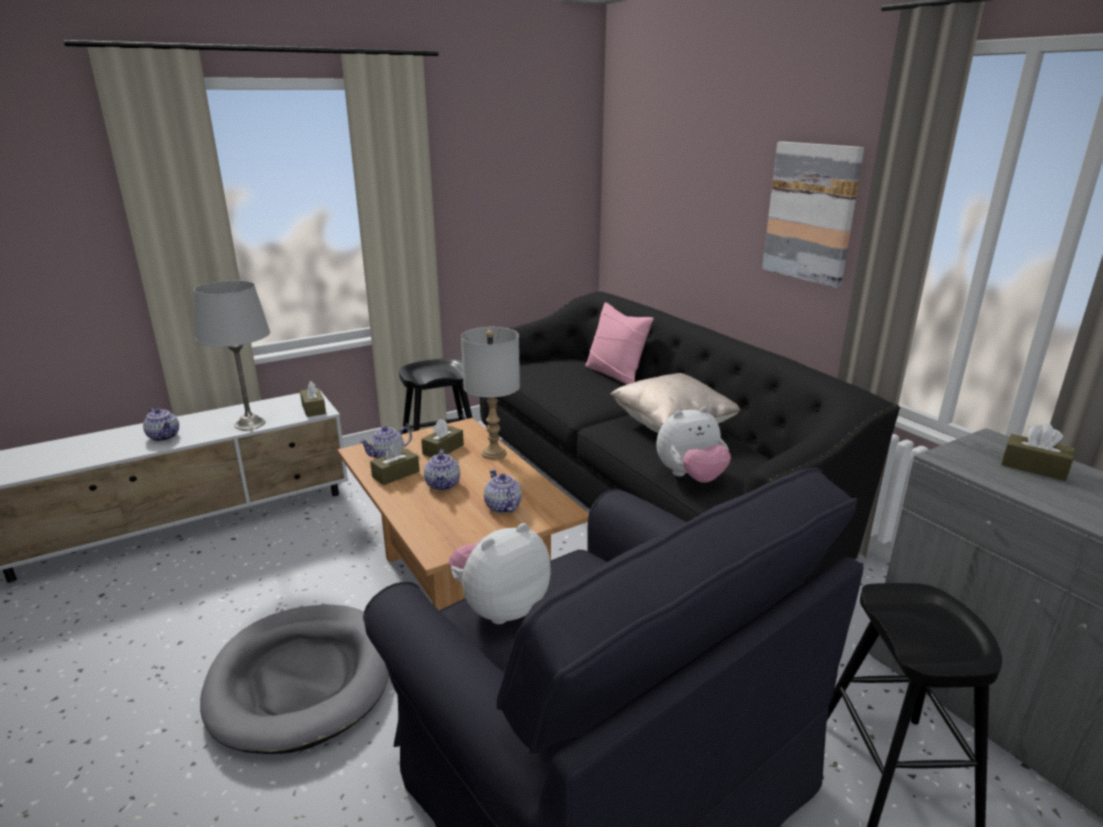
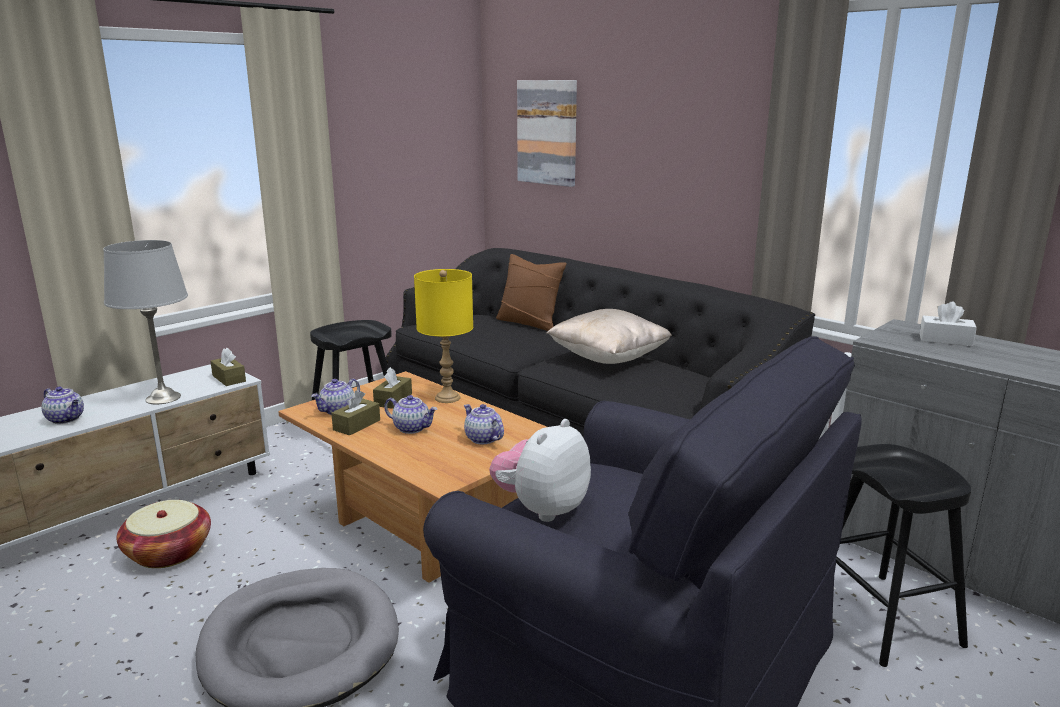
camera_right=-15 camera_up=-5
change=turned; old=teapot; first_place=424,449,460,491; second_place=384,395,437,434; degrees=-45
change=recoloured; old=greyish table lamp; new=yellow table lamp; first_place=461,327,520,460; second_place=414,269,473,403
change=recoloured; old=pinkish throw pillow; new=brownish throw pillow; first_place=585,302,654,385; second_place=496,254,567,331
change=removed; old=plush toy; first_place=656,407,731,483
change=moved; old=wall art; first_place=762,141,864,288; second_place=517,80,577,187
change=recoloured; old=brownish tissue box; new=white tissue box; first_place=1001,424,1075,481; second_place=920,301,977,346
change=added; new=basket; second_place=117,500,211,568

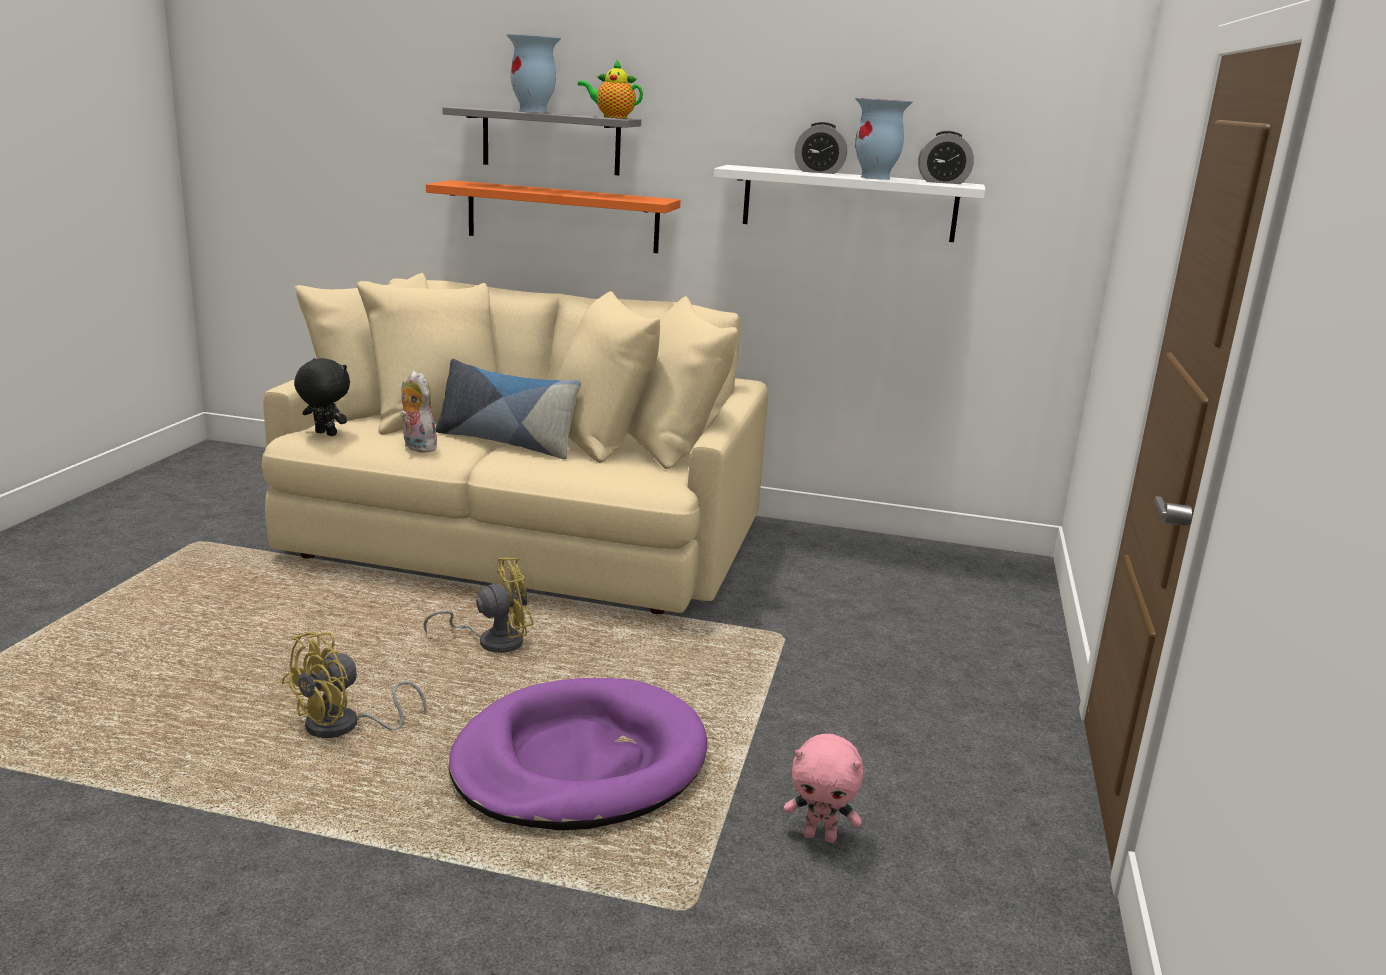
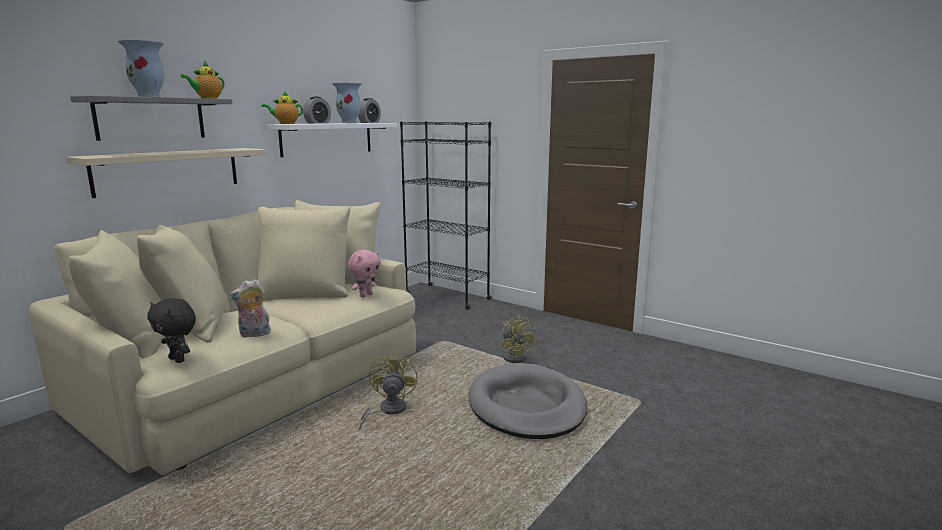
camera_right=-65 camera_up=-5
change=moved; old=yellow cooling fan; first_place=281,632,427,738; second_place=499,315,535,363
change=turned; old=black plush toy; first_place=294,358,350,436; second_place=147,298,196,363; degrees=-105
change=recoloured; old=orangey shelf; new=sand-coloured shelf; first_place=426,180,681,253; second_place=66,148,266,198
change=removed; old=throw pillow; first_place=435,359,581,459
change=recoloured; old=purple dog bed; new=greyish dog bed; first_place=449,678,707,830; second_place=468,363,587,439
change=moved; old=pinkish plush toy; first_place=784,734,864,843; second_place=348,250,381,297
change=added; new=teapot; second_place=262,91,303,124
change=added; new=black shelving unit; second_place=400,121,492,310

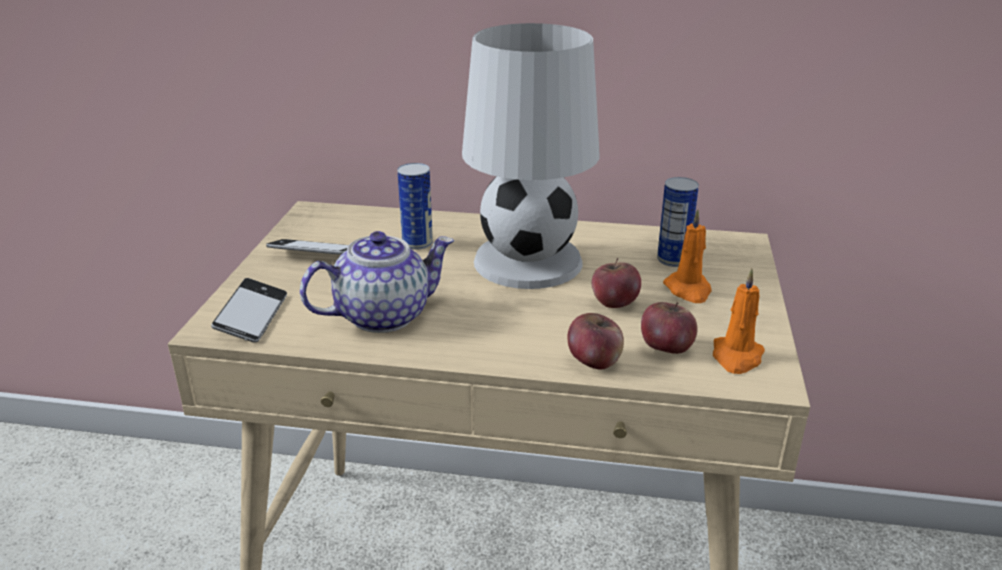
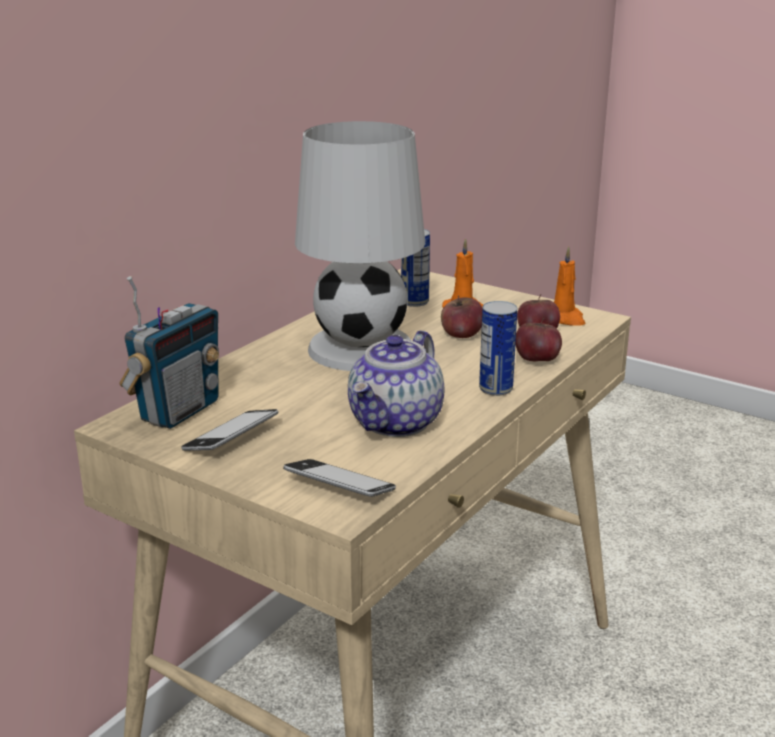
camera_right=-65 camera_up=-5
change=turned; old=teapot; first_place=300,231,454,333; second_place=348,330,444,437; degrees=-150
change=moved; old=metal can; first_place=397,163,433,250; second_place=479,301,518,396
change=added; new=radio receiver; second_place=119,276,219,429

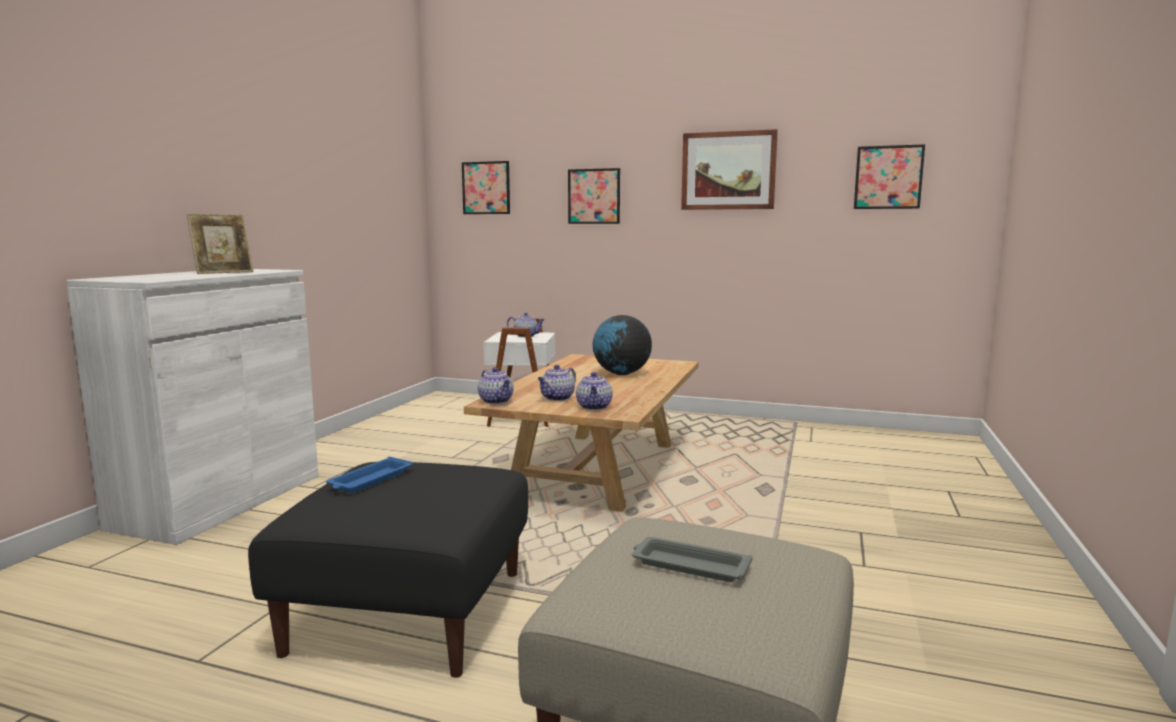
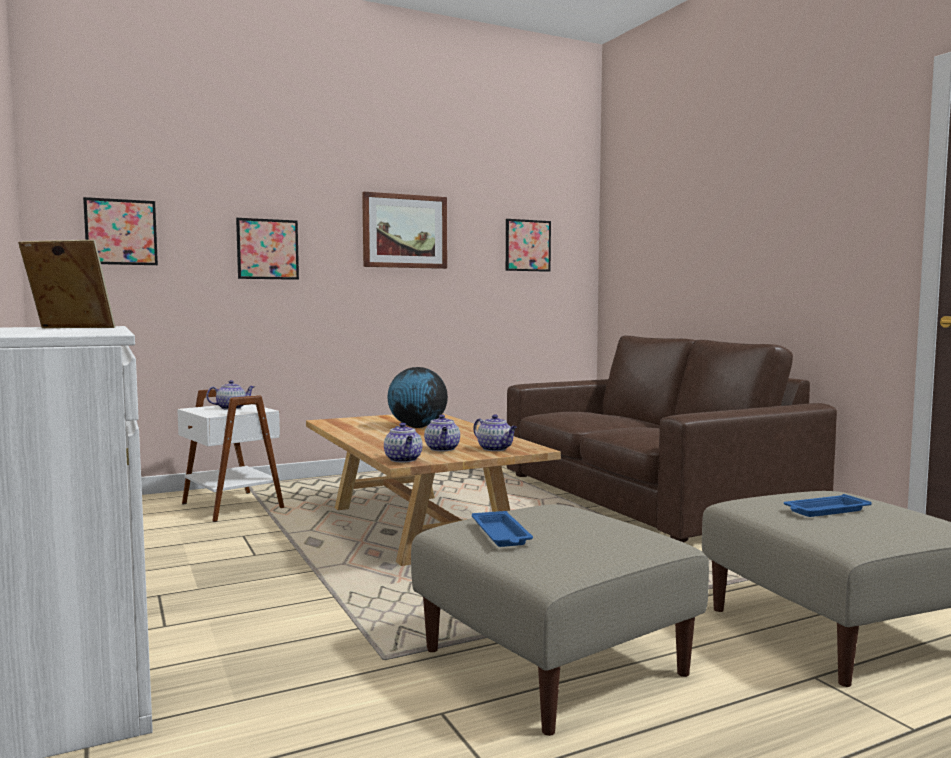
camera_right=-45 camera_up=-5
change=turned; old=photo frame; first_place=187,213,253,274; second_place=18,240,115,328; degrees=-90
change=recoloured; old=black pouffe; new=sand-coloured pouffe; first_place=248,462,528,678; second_place=411,504,709,736
change=turned; old=teapot; first_place=478,367,514,404; second_place=384,423,423,462; degrees=60
change=recoloured; old=greyish tray; new=bluish tray; first_place=632,537,753,582; second_place=784,494,872,517
change=added; new=brownish settee; second_place=507,336,837,542

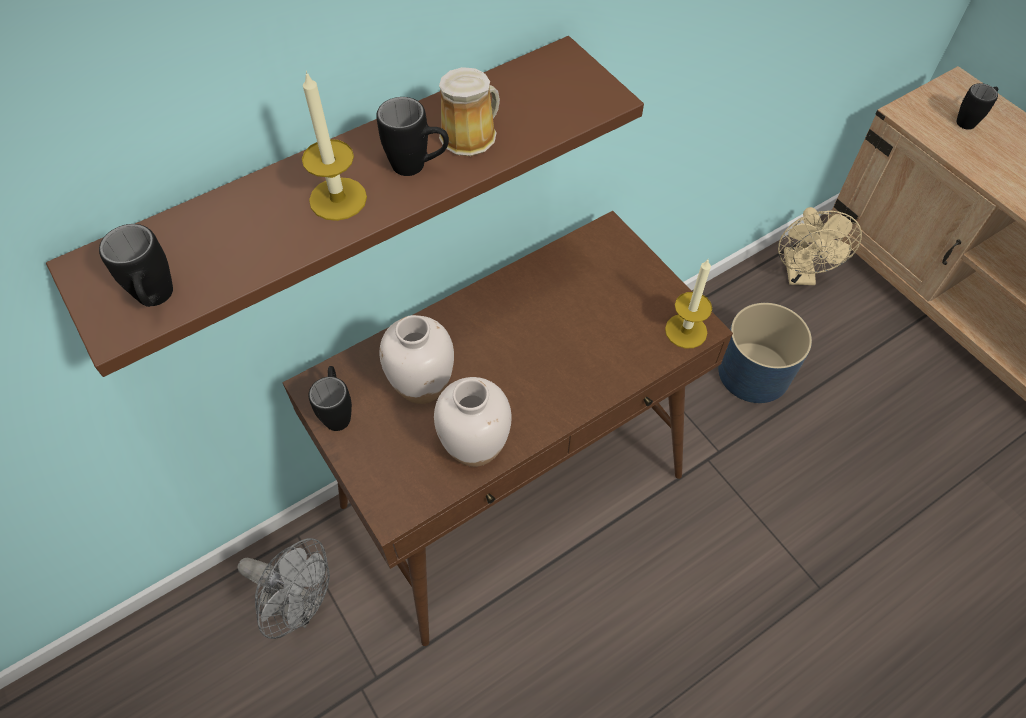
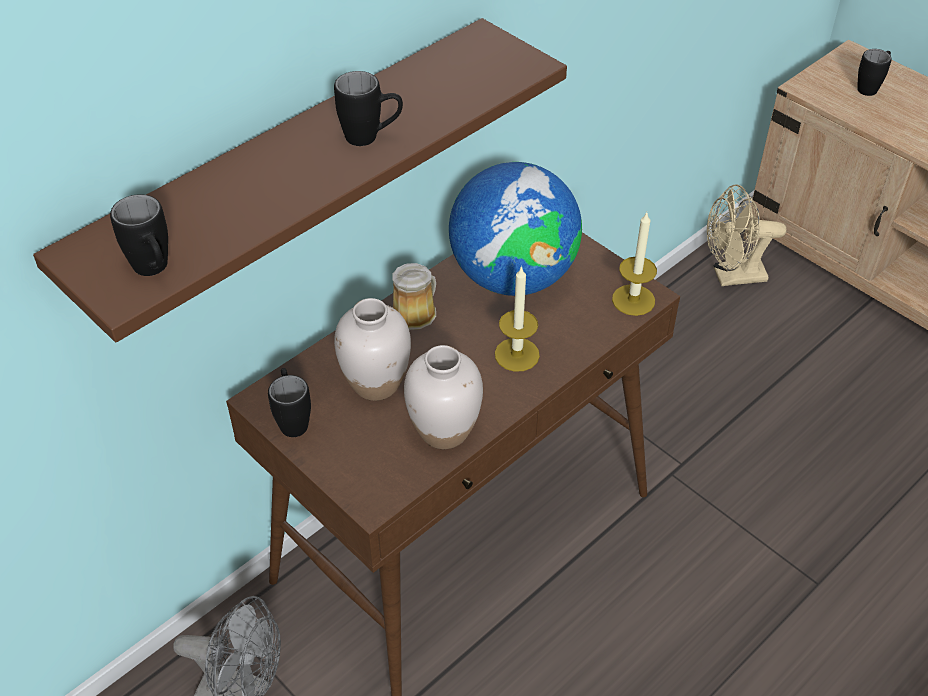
camera_right=-10 camera_up=-10
change=moved; old=candle; first_place=302,71,367,221; second_place=495,266,540,372
change=moved; old=tea mug; first_place=439,67,500,156; second_place=393,263,436,330
change=removed; old=bluish planter; first_place=718,303,812,403
change=turned; old=sand-coloured cooling fan; first_place=778,207,862,285; second_place=707,184,786,286; degrees=90
change=added; new=globe; second_place=449,162,582,296

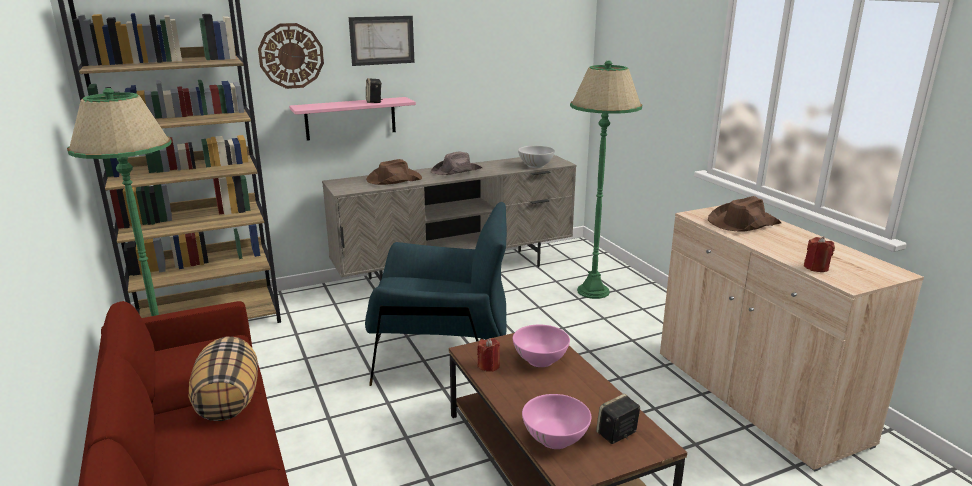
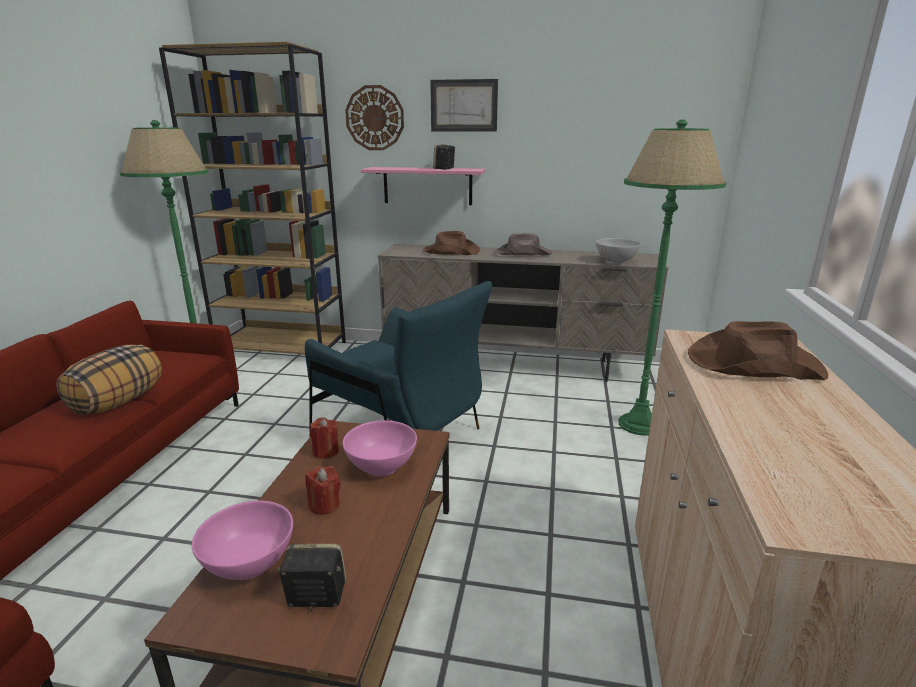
camera_right=35 camera_up=0
change=moved; old=reddish candle; first_place=804,237,835,272; second_place=305,466,341,515

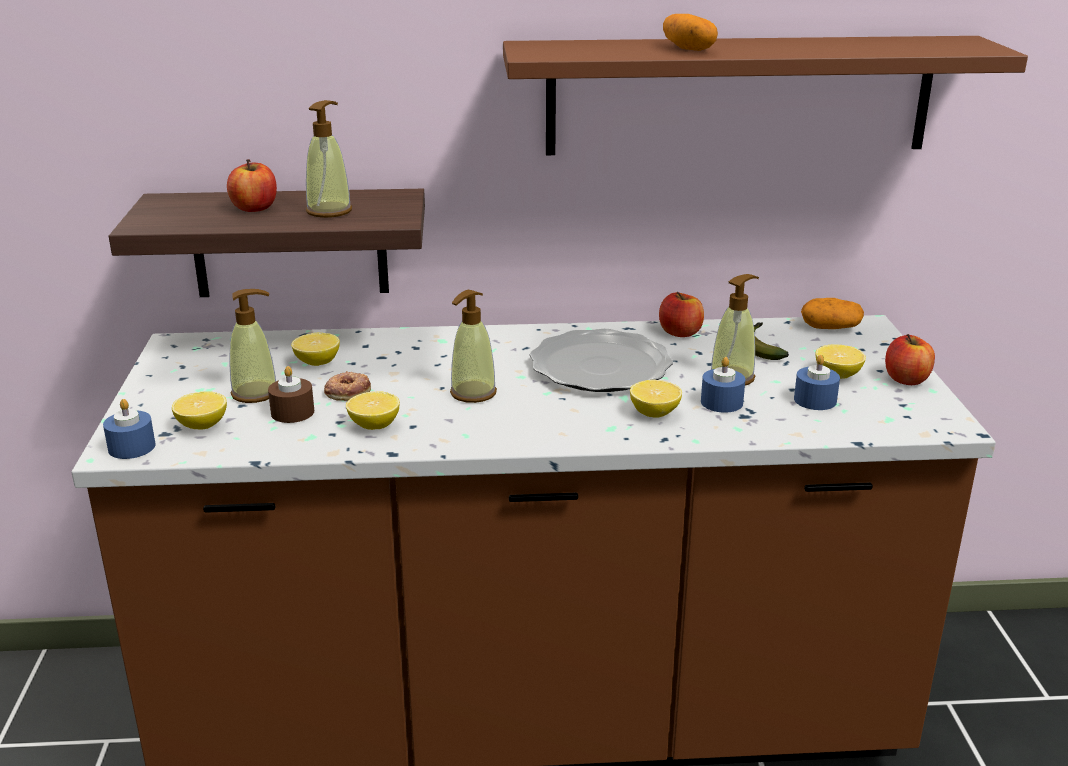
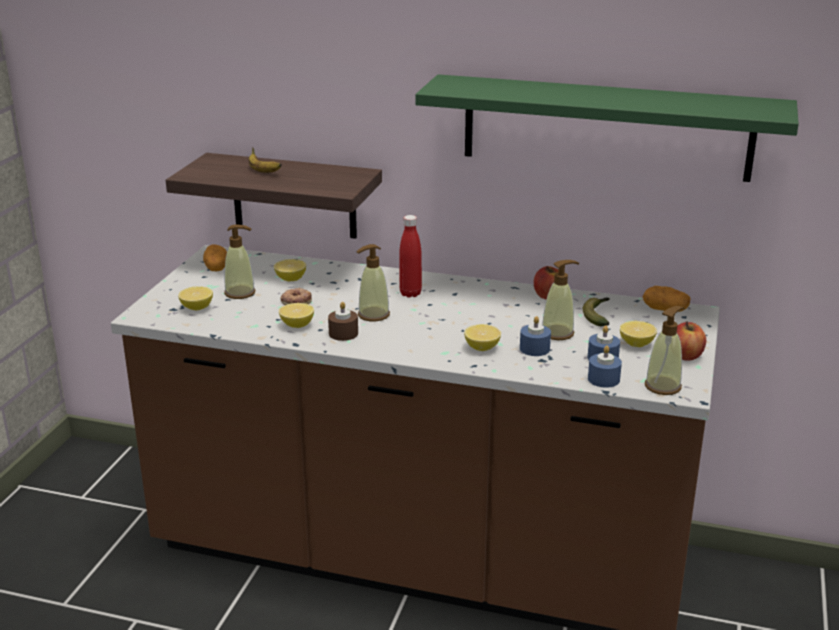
camera_right=20 camera_up=0
change=moved; old=bluish candle; first_place=103,399,156,459; second_place=588,346,622,388
change=replaced; old=whole apple; new=banana; first_place=227,159,277,212; second_place=248,147,282,173
change=moved; old=brownish candle; first_place=268,366,314,423; second_place=328,302,358,341
change=moved; old=soap bottle; first_place=306,100,352,218; second_place=645,306,685,395
change=recoloured; old=brownish shelf; new=greenish shelf; first_place=503,36,1028,155; second_place=415,74,799,182
change=removed; old=flat dish; first_place=530,329,673,392
change=moved; old=potato; first_place=663,14,718,51; second_place=203,245,227,271
change=added; new=reddish drink bottle; second_place=399,215,422,297

